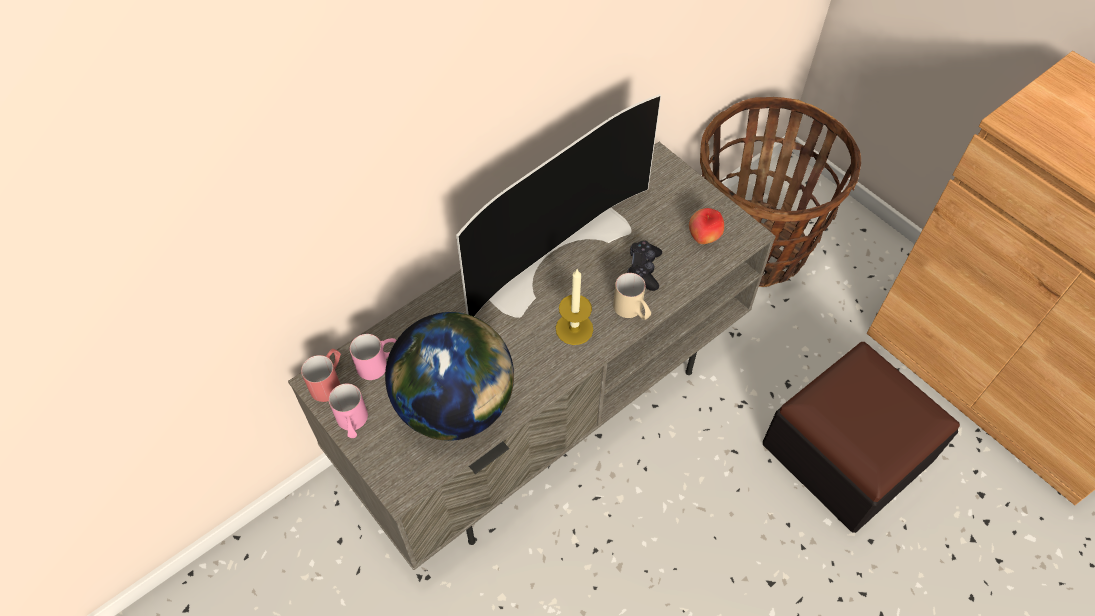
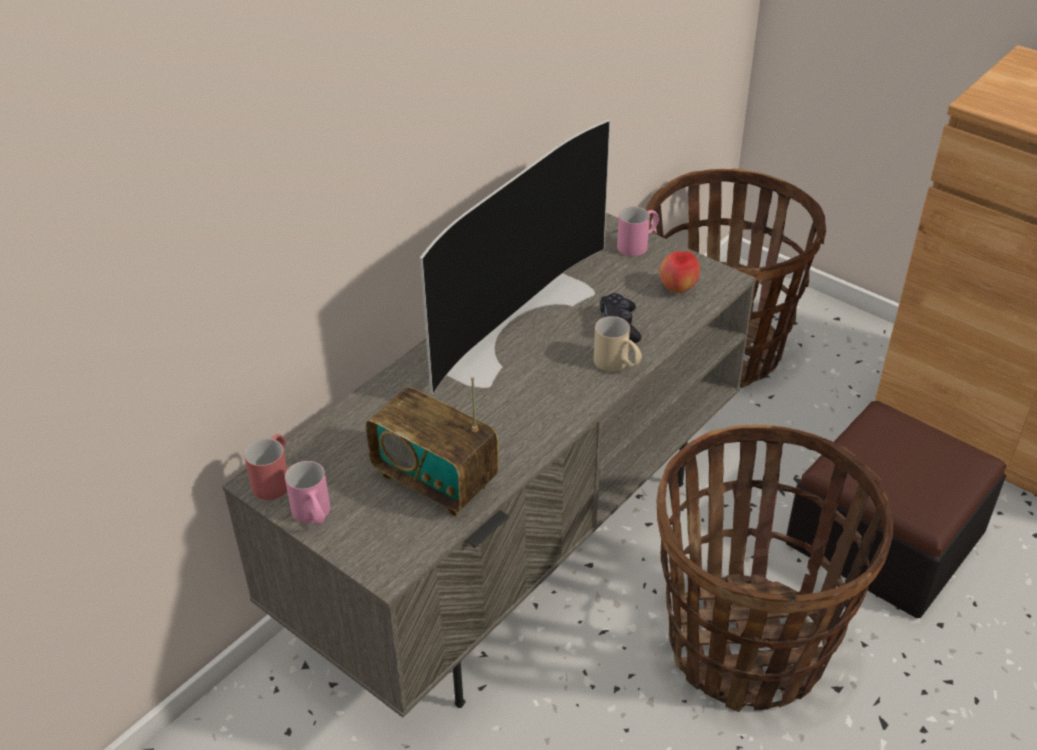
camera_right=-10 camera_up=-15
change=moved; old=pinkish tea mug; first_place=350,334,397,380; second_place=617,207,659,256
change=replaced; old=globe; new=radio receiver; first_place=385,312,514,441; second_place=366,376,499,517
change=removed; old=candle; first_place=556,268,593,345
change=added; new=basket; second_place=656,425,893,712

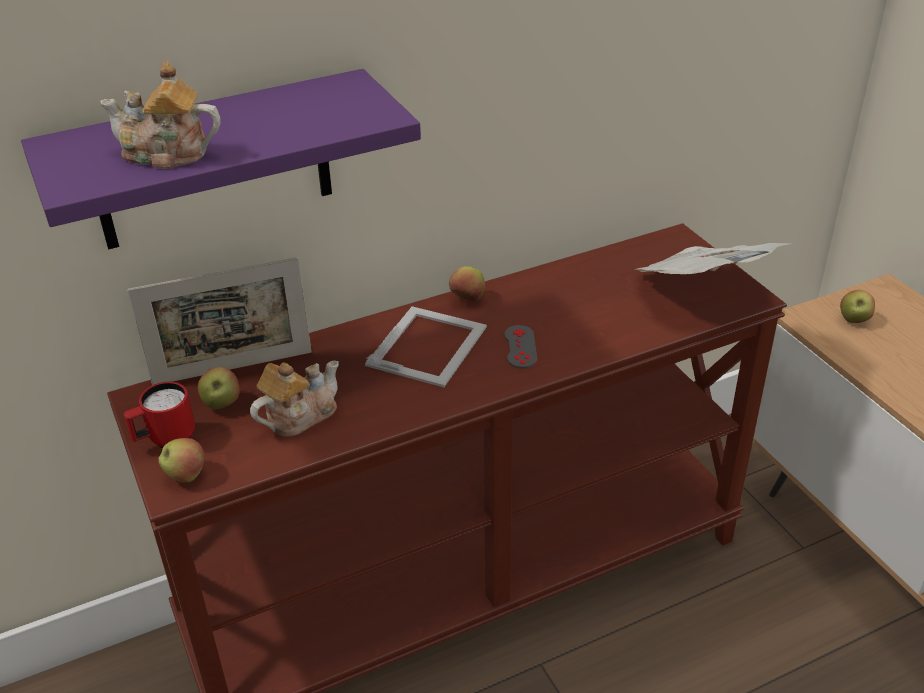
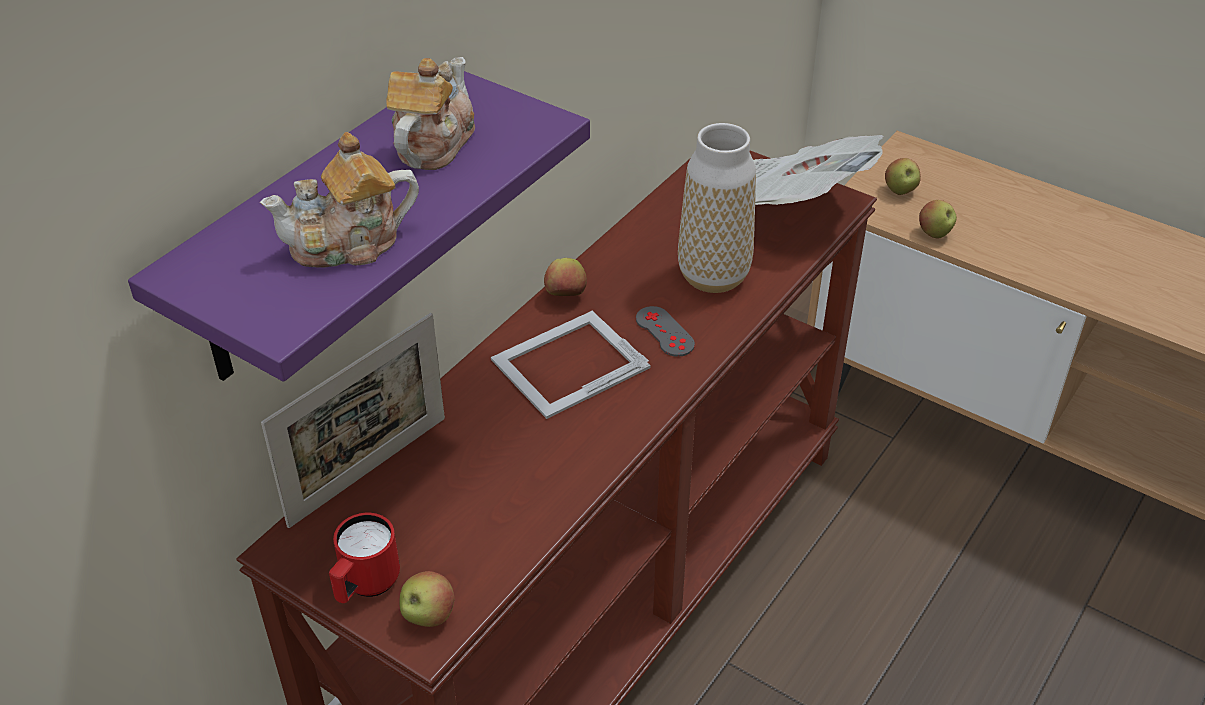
camera_right=-30 camera_up=5
change=moved; old=whole apple; first_place=198,367,239,410; second_place=919,200,957,239
change=moved; old=teapot; first_place=250,360,339,437; second_place=386,57,475,170
change=turned; old=photo frame; first_place=365,306,487,387; second_place=491,311,651,419; degrees=-120
change=added; new=decorative vase; second_place=678,123,756,293

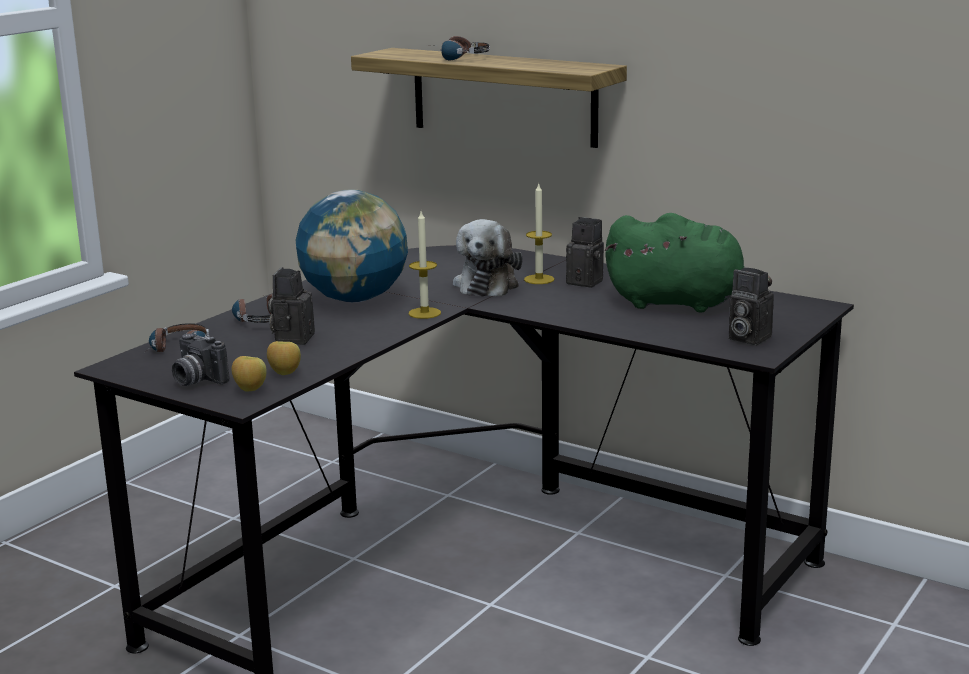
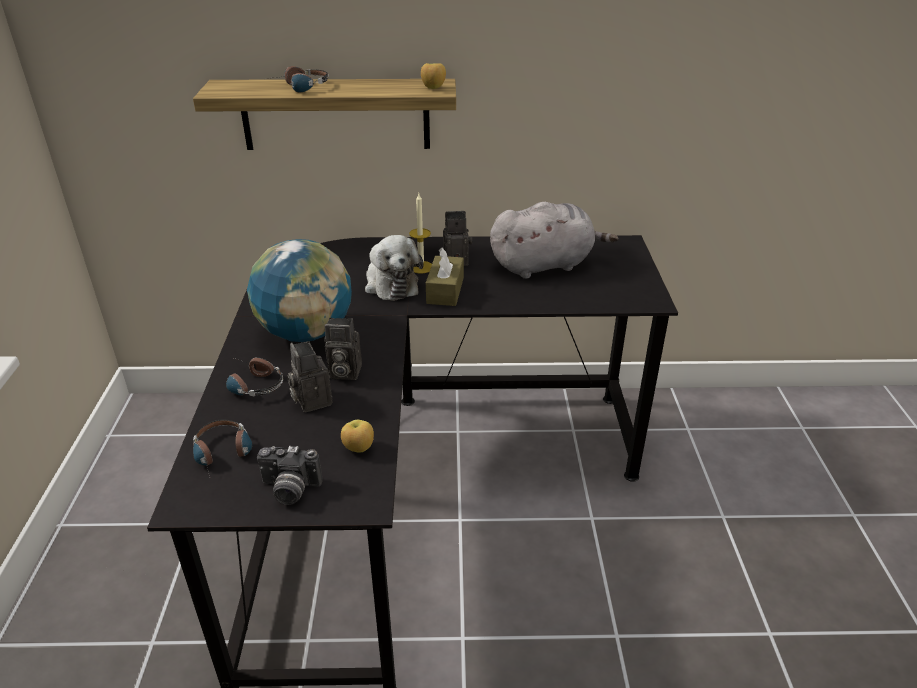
camera_right=-35 camera_up=15
change=moved; old=whole apple; first_place=232,356,267,392; second_place=421,63,446,89
change=removed; old=candle; first_place=409,211,441,319
change=recoloured; old=greenish plush toy; new=greyish plush toy; first_place=605,213,772,313; second_place=490,202,618,279
change=moved; old=photo camera; first_place=729,268,774,345; second_place=324,318,362,380
change=added; new=brownish tissue box; second_place=426,248,464,306

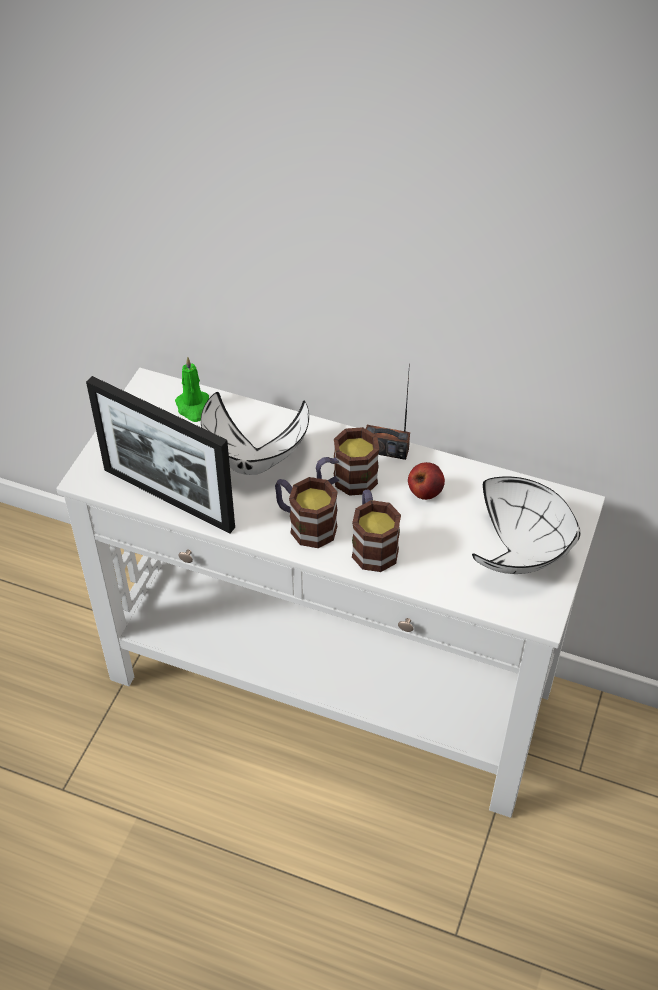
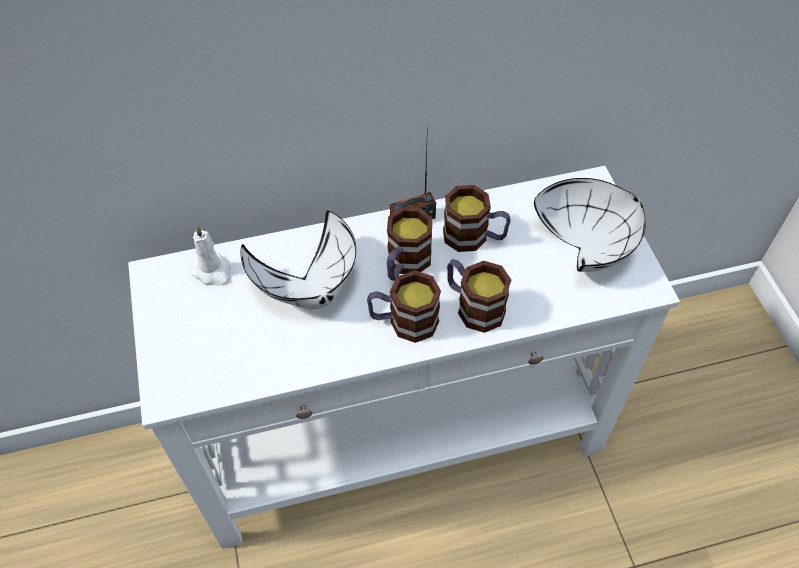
camera_right=-35 camera_up=5
change=removed; old=photo frame; first_place=86,376,235,534
change=recoloured; old=greenish candle; new=white candle; first_place=175,357,209,422; second_place=191,225,231,286
change=replaced; old=whole apple; new=tea mug; first_place=408,462,445,500; second_place=443,185,511,252

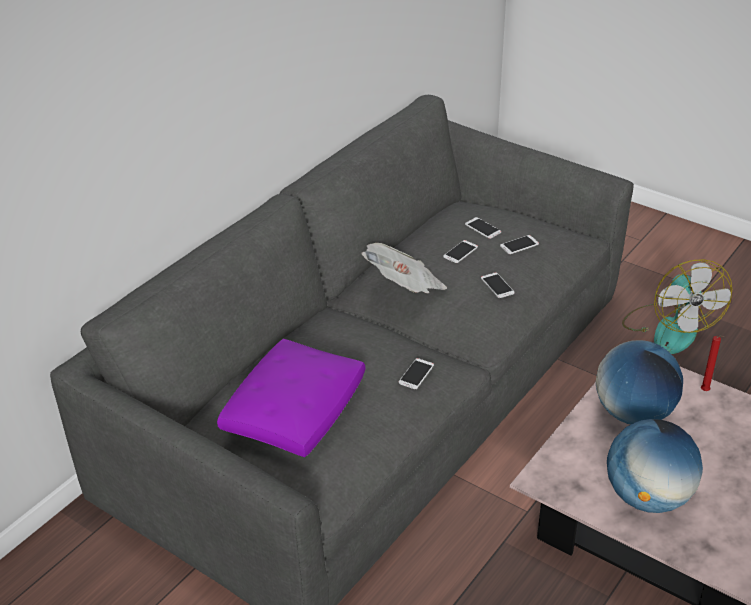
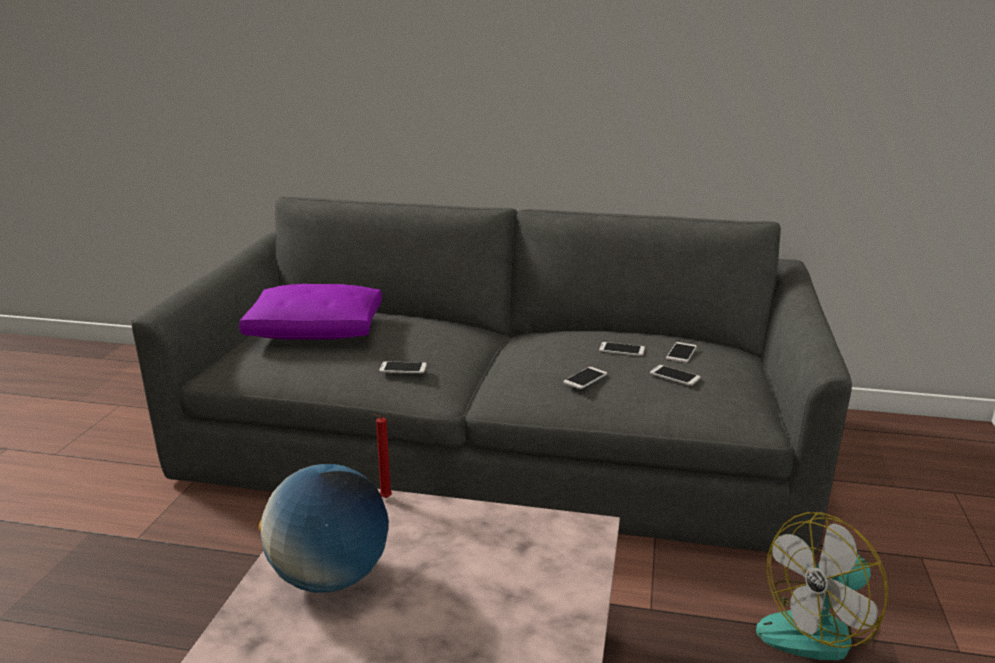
camera_right=65 camera_up=-15
change=removed; old=daily paper; first_place=361,243,447,294
change=removed; old=globe; first_place=596,340,683,424
change=moved; old=reddish candle; first_place=701,335,724,391; second_place=373,414,392,498

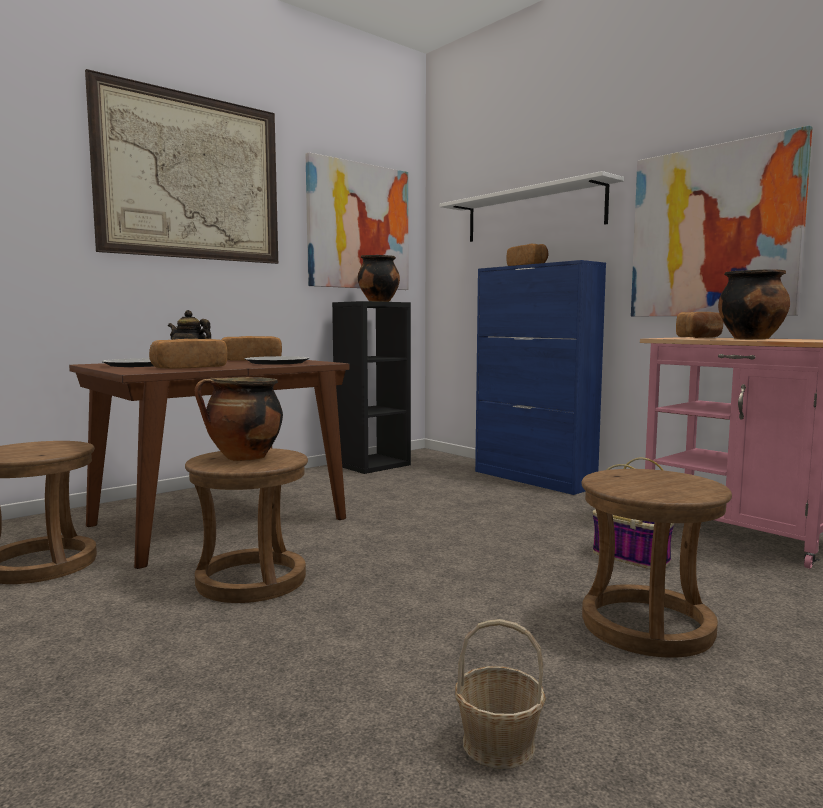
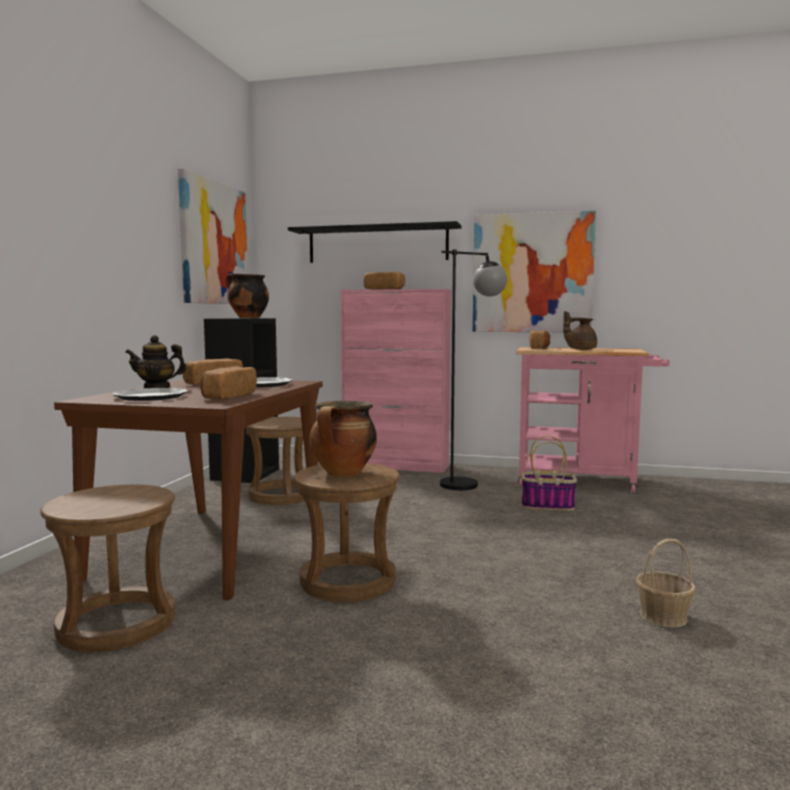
camera_right=-35 camera_up=0
change=removed; old=wall art; first_place=85,69,278,264
change=recoloured; old=white shelf; new=black shelf; first_place=440,171,624,242; second_place=288,221,461,263
change=recoloured; old=bluish cabinet; new=pinkish cabinet; first_place=475,260,606,495; second_place=341,289,451,473
change=moved; old=brownish stool seat; first_place=581,469,732,658; second_place=245,417,305,505
change=replaced; old=saucepot; new=brownish teapot; first_place=718,269,790,339; second_place=563,311,597,350
change=added; new=black standard lamp; second_place=440,250,507,490

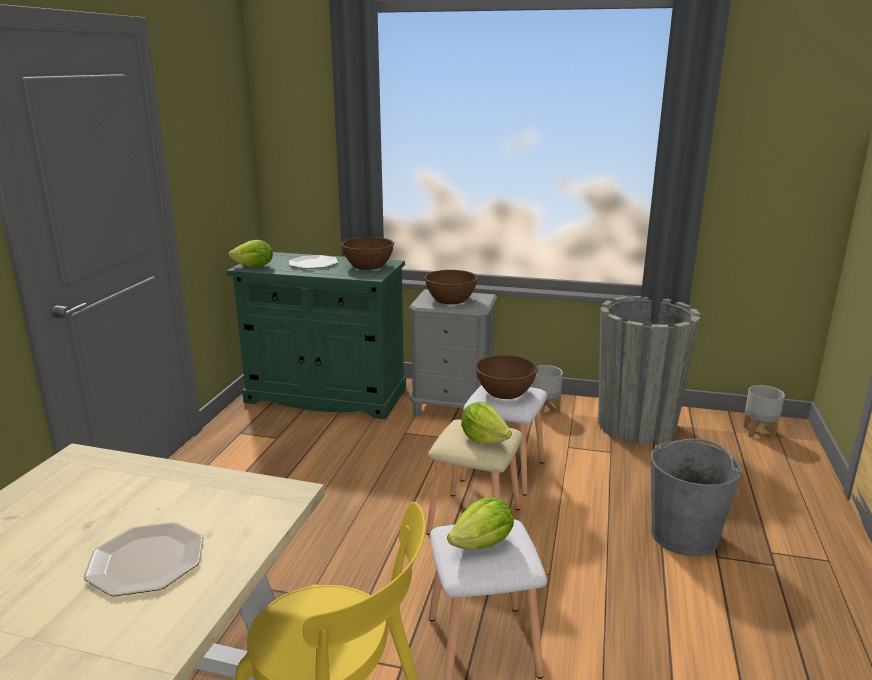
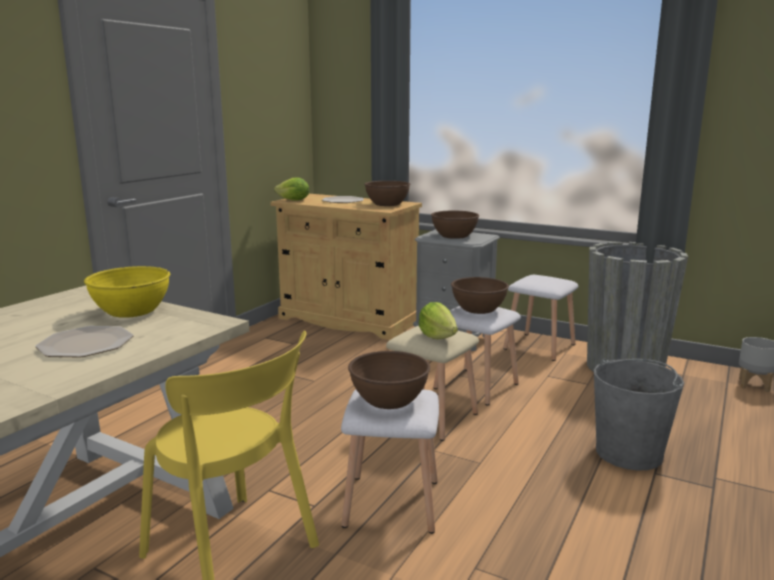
camera_right=15 camera_up=-5
change=recoloured; old=greenish cabinet; new=sand-coloured cabinet; first_place=226,252,406,419; second_place=270,194,422,340
change=replaced; old=lettuce head; new=brownish serving bowl; first_place=447,497,514,550; second_place=348,351,430,409
change=replaced; old=greyish planter; new=white stool seat; first_place=530,365,563,416; second_place=503,275,578,361
change=added; new=yellow serving bowl; second_place=84,266,170,318

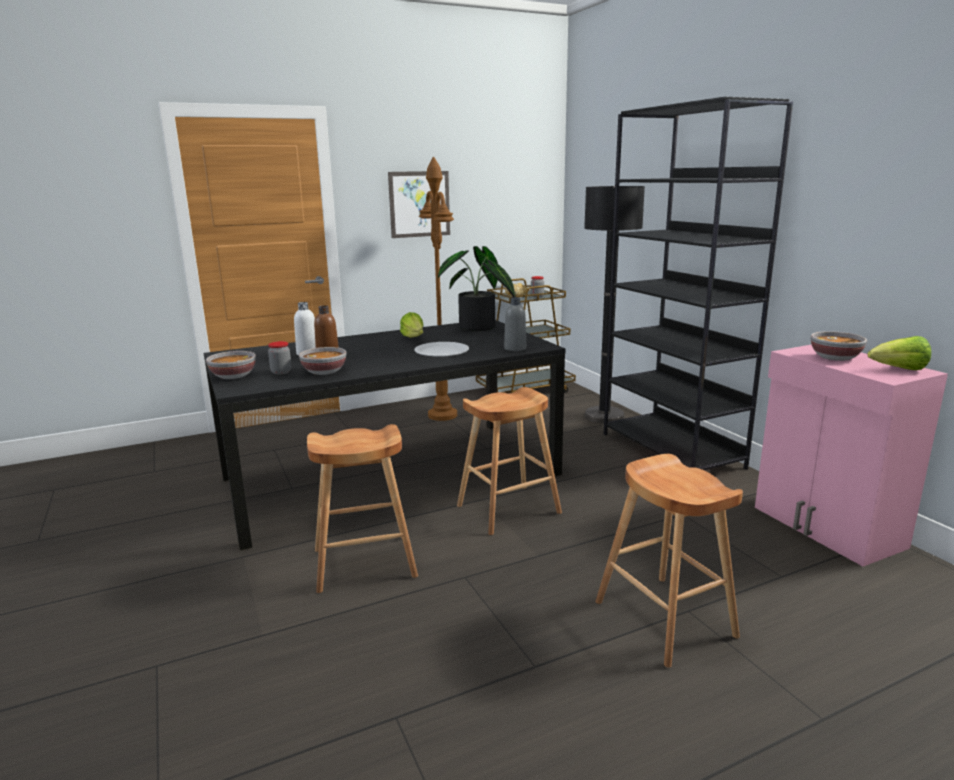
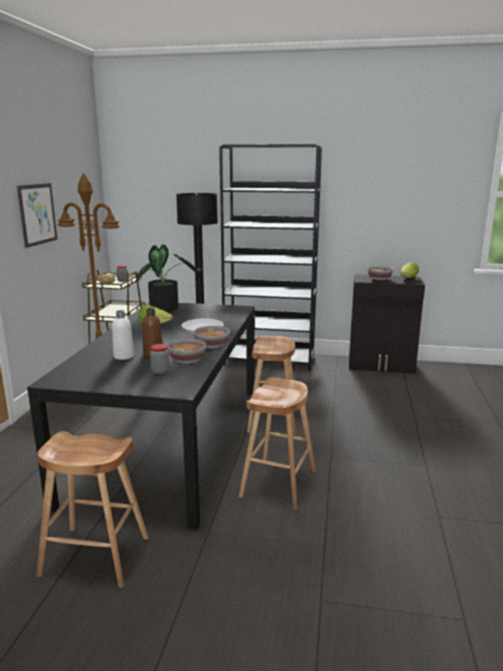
camera_right=-55 camera_up=0
change=moved; old=serving bowl; first_place=206,351,256,379; second_place=194,326,230,349
change=removed; old=greyish drink bottle; first_place=504,297,526,351
change=moved; old=brownish stool seat; first_place=596,454,743,668; second_place=36,431,149,588
change=recoloured; old=pinkish cabinet; new=black cabinet; first_place=755,345,948,566; second_place=349,274,425,374

